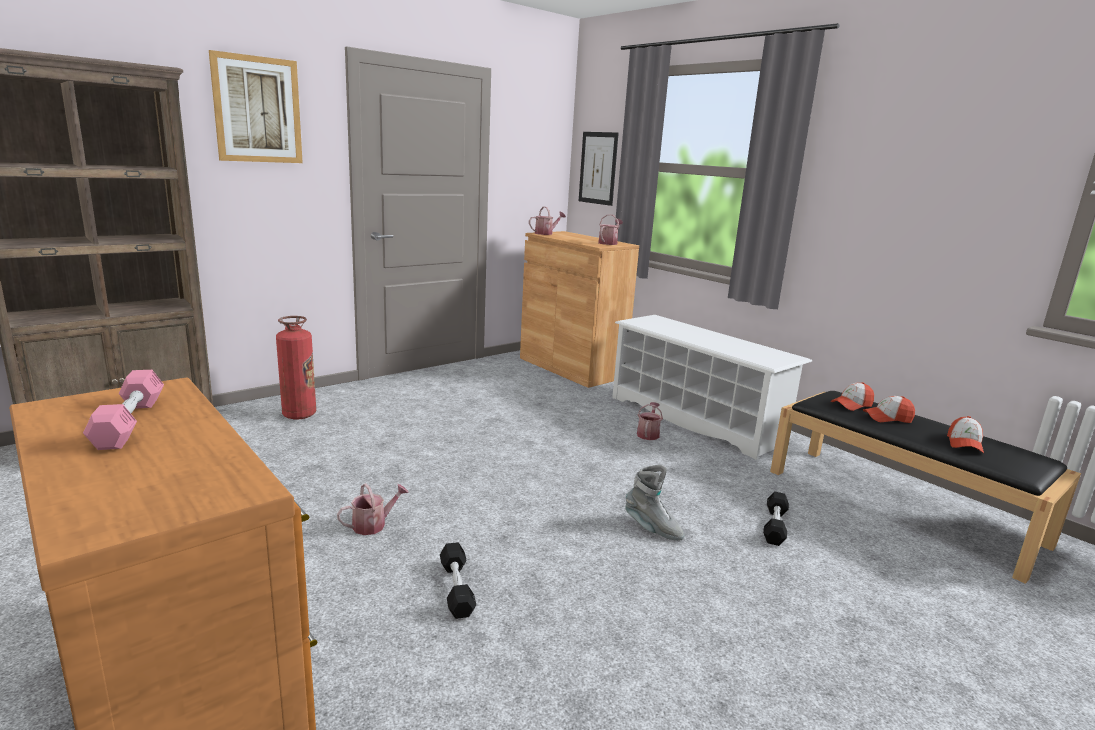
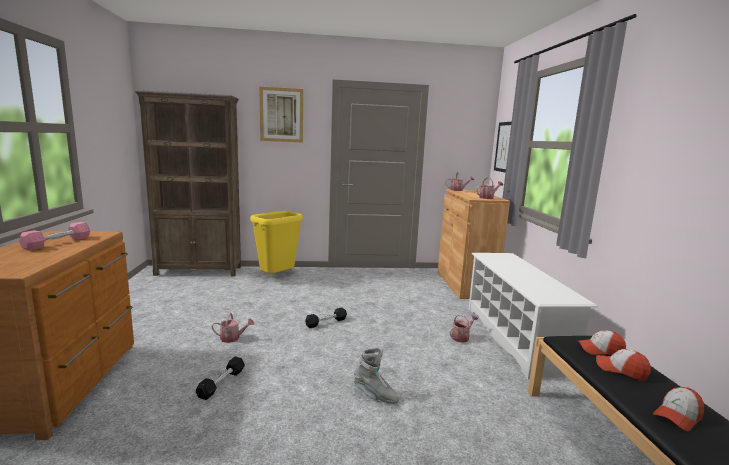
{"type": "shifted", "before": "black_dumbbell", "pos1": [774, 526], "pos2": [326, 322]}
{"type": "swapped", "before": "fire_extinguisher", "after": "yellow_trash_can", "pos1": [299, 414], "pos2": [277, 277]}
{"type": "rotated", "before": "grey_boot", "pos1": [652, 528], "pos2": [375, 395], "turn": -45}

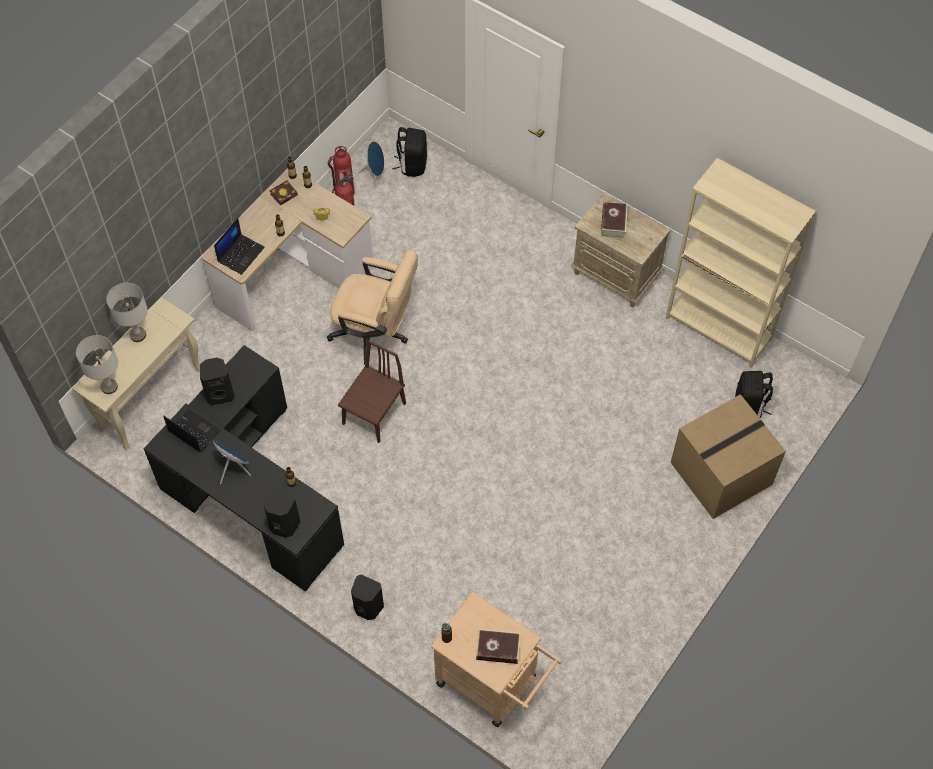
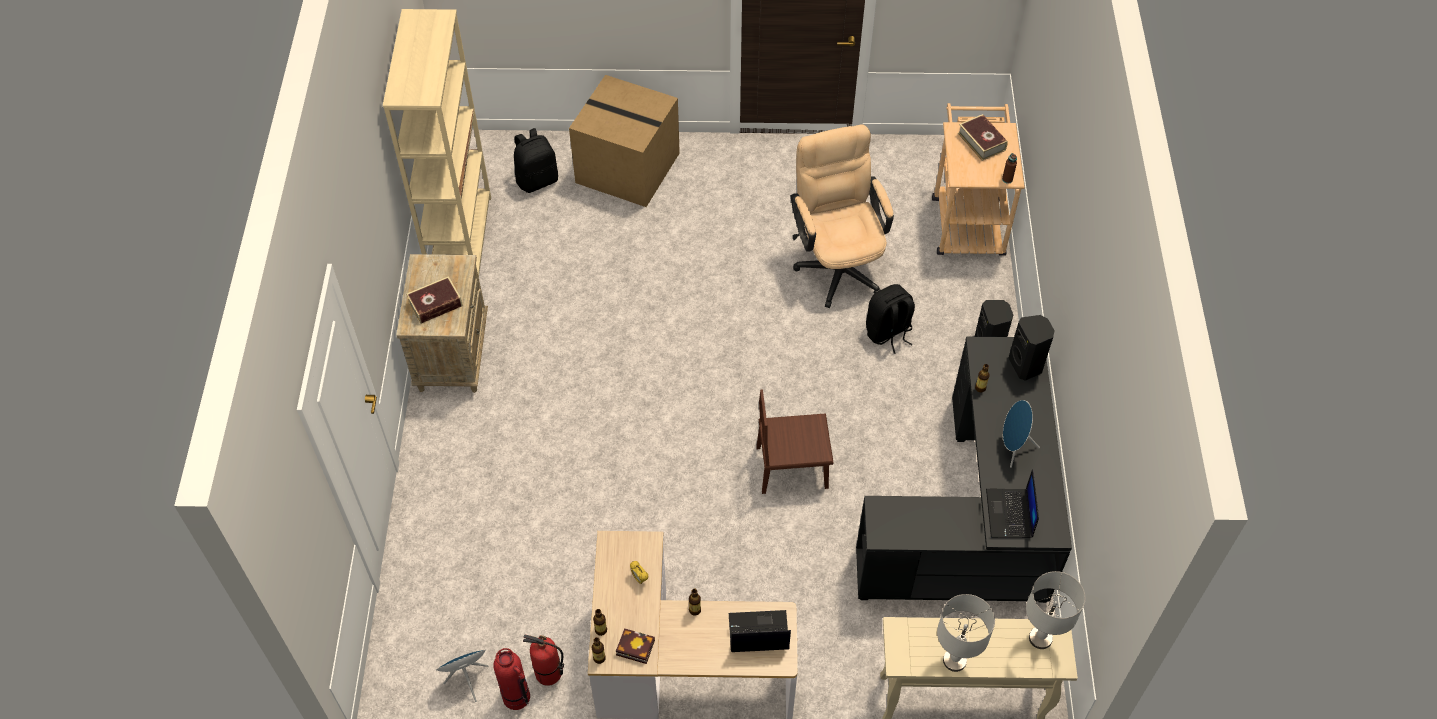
{"type": "gone", "before": "black_speaker", "pos1": [220, 394]}
{"type": "shifted", "before": "beige_office_chair", "pos1": [376, 333], "pos2": [837, 263]}
{"type": "shifted", "before": "black_backpack", "pos1": [412, 164], "pos2": [888, 333]}

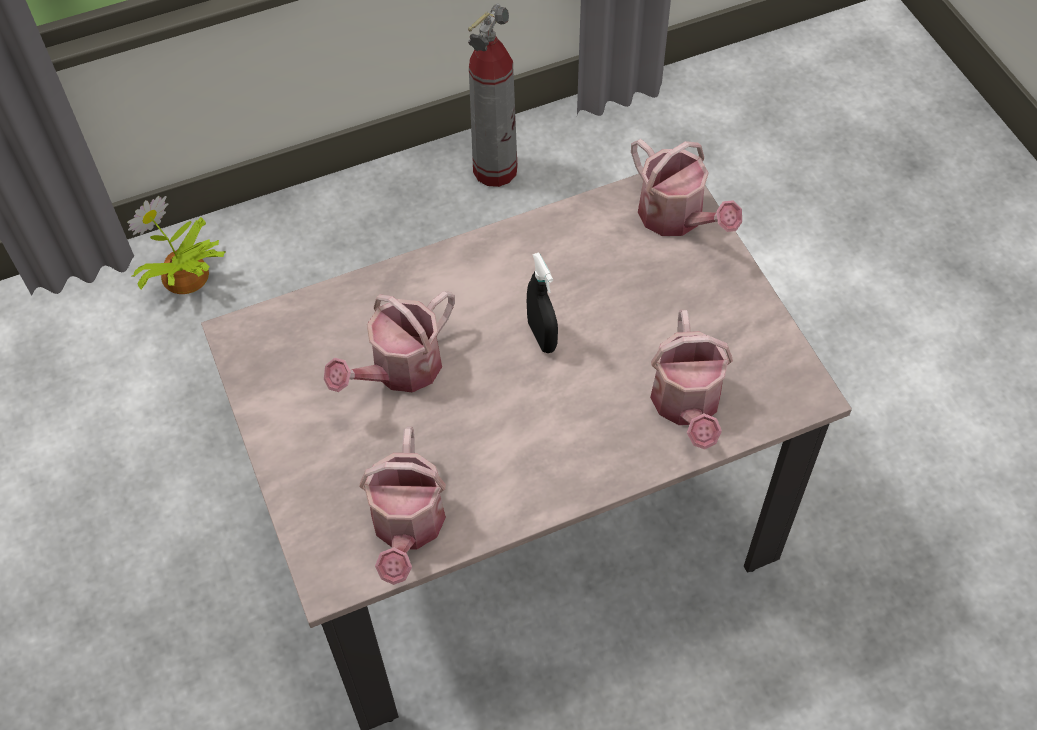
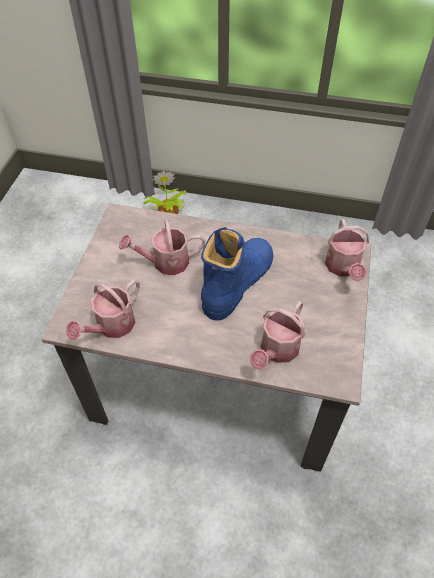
{"type": "gone", "before": "fire_extinguisher", "pos1": [495, 169]}
{"type": "swapped", "before": "black_spray_bottle", "after": "blue_boot", "pos1": [542, 336], "pos2": [237, 283]}

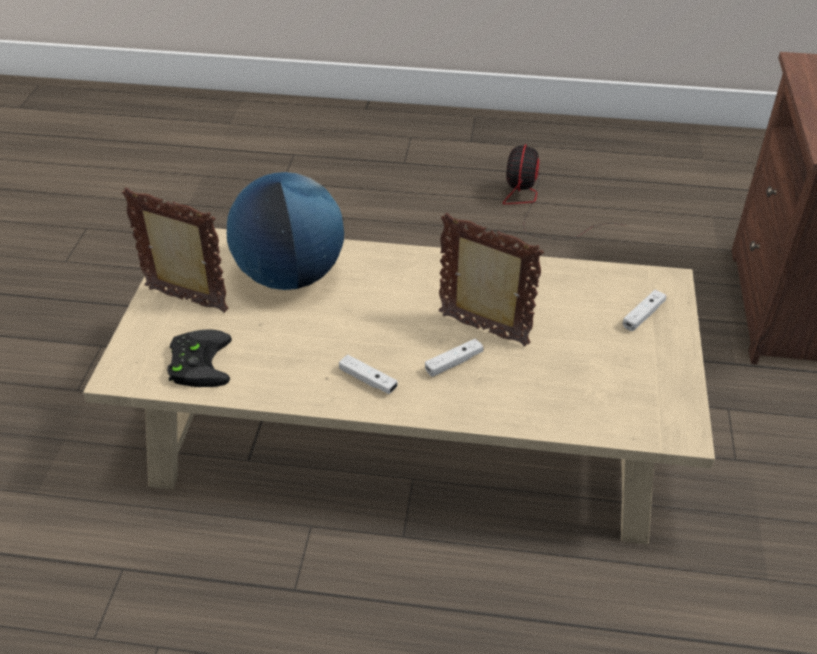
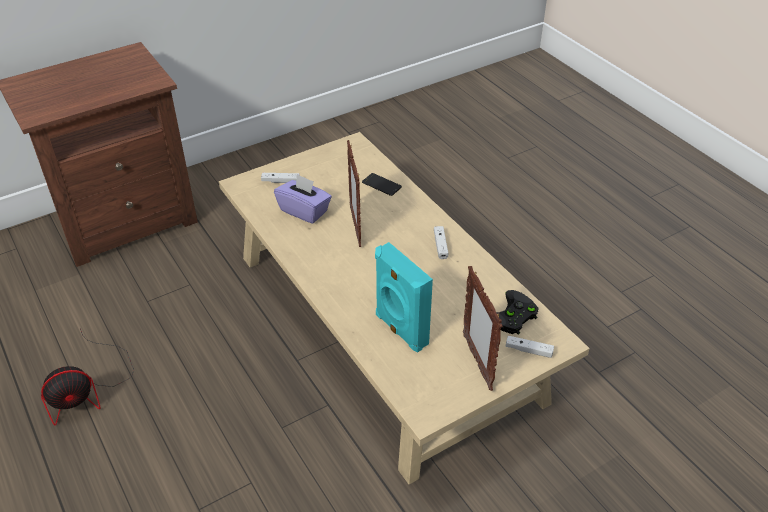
{"type": "new", "after": "purple_tissue_box", "pos2": [304, 211]}
{"type": "new", "after": "phone", "pos2": [381, 185]}
{"type": "shifted", "before": "white_game_controller", "pos1": [454, 363], "pos2": [528, 350]}
{"type": "swapped", "before": "globe", "after": "turquoise_speaker", "pos1": [290, 276], "pos2": [400, 330]}

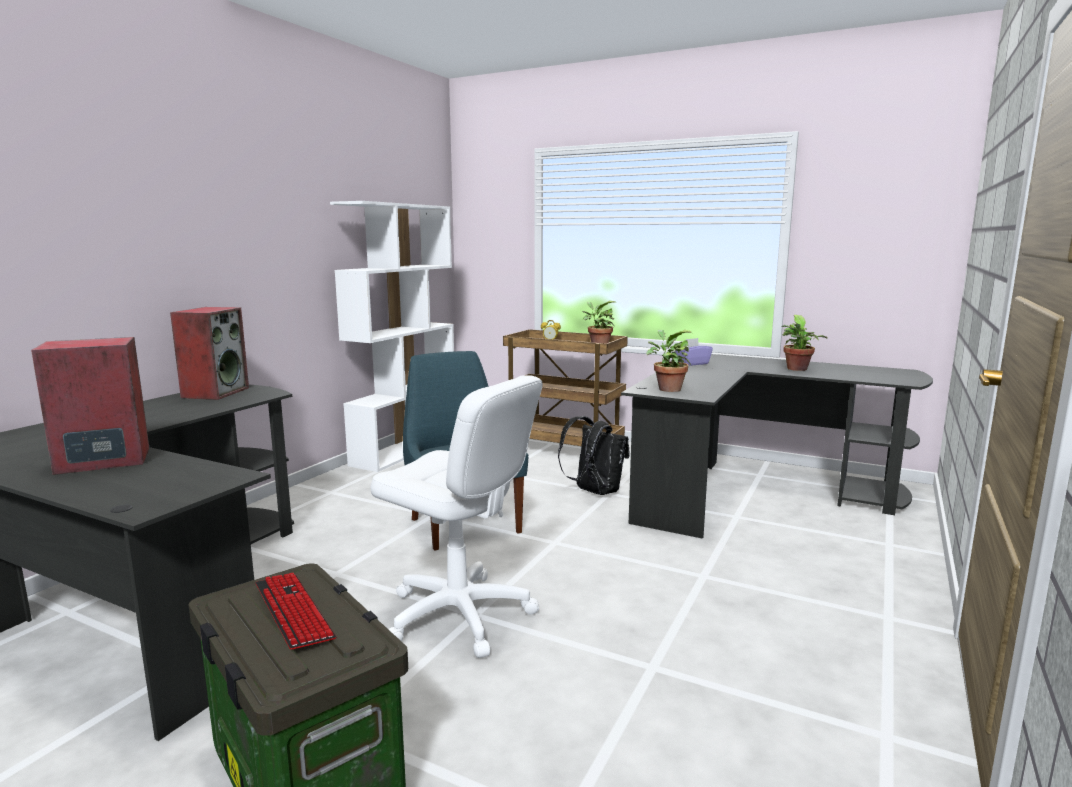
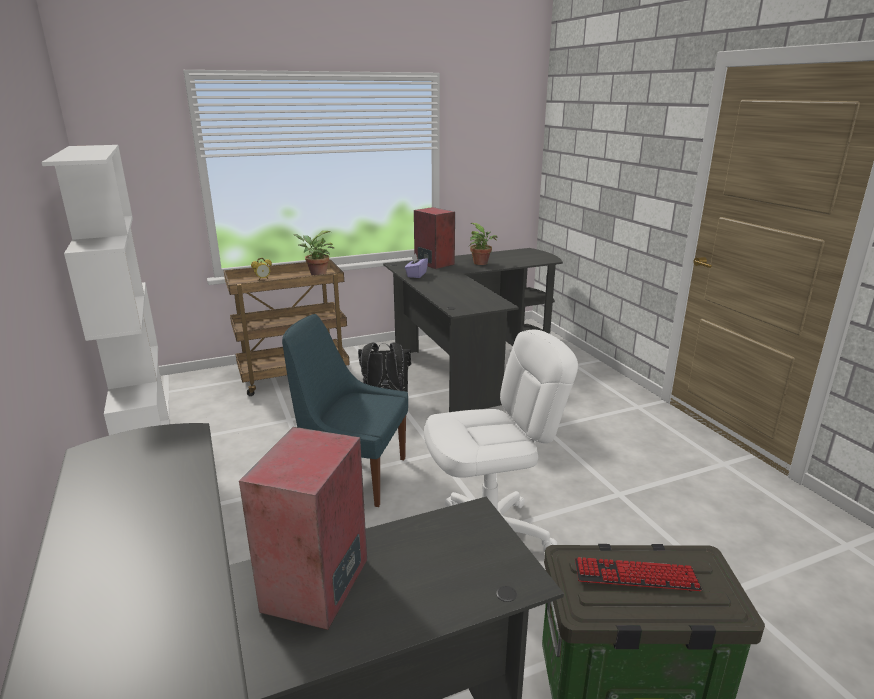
{"type": "gone", "before": "potted_plant", "pos1": [667, 389]}
{"type": "shifted", "before": "speaker", "pos1": [215, 392], "pos2": [433, 263]}

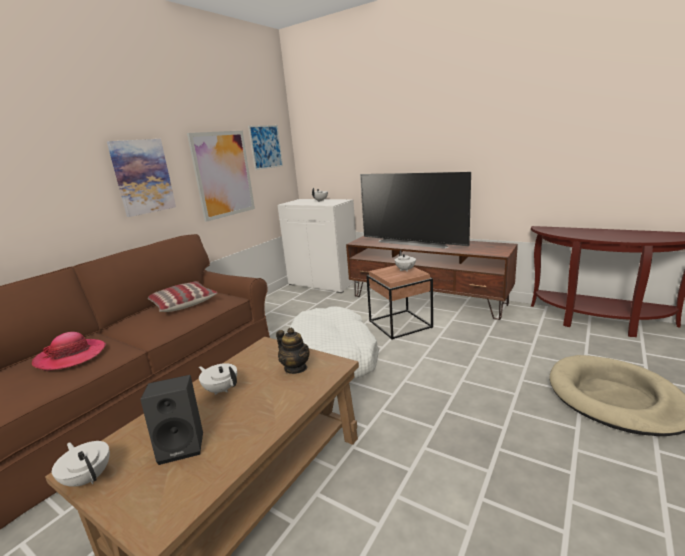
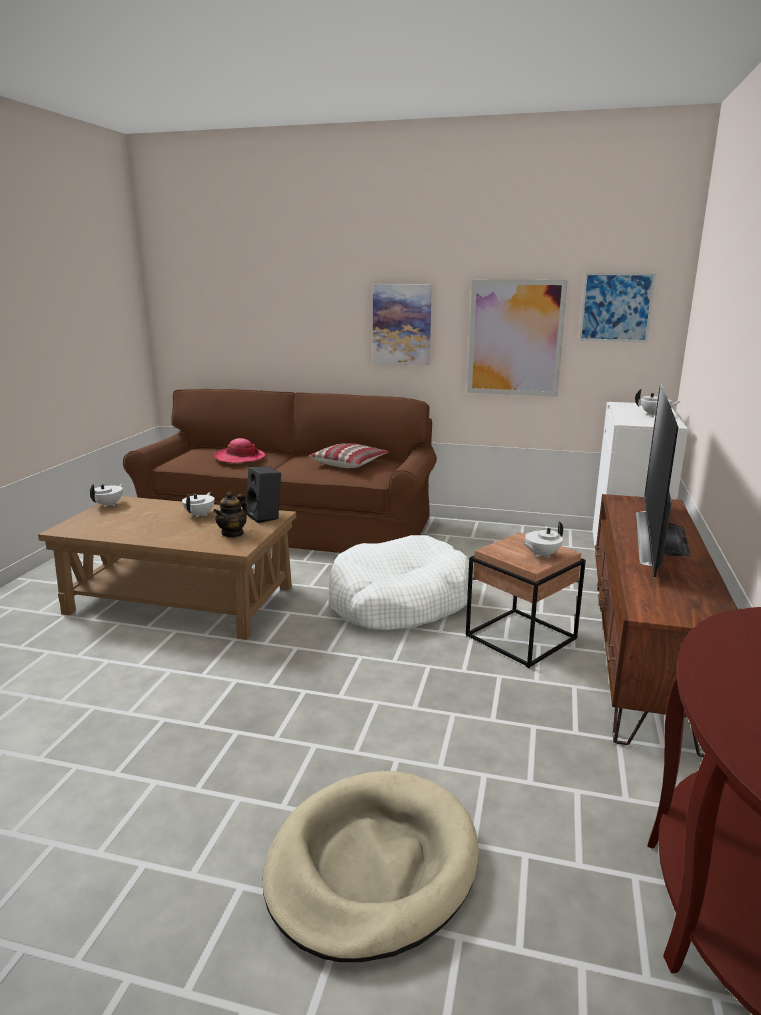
{"type": "shifted", "before": "black_speaker", "pos1": [183, 445], "pos2": [266, 517]}

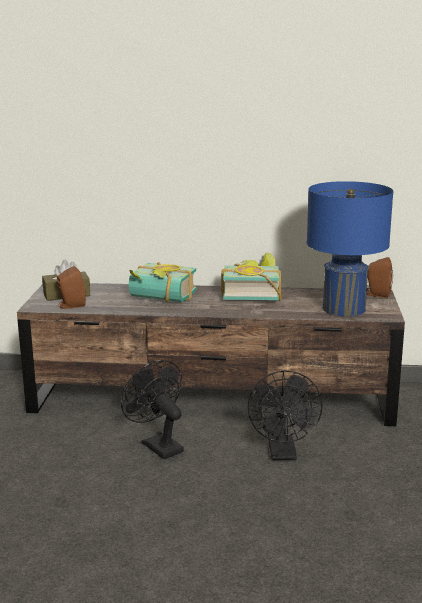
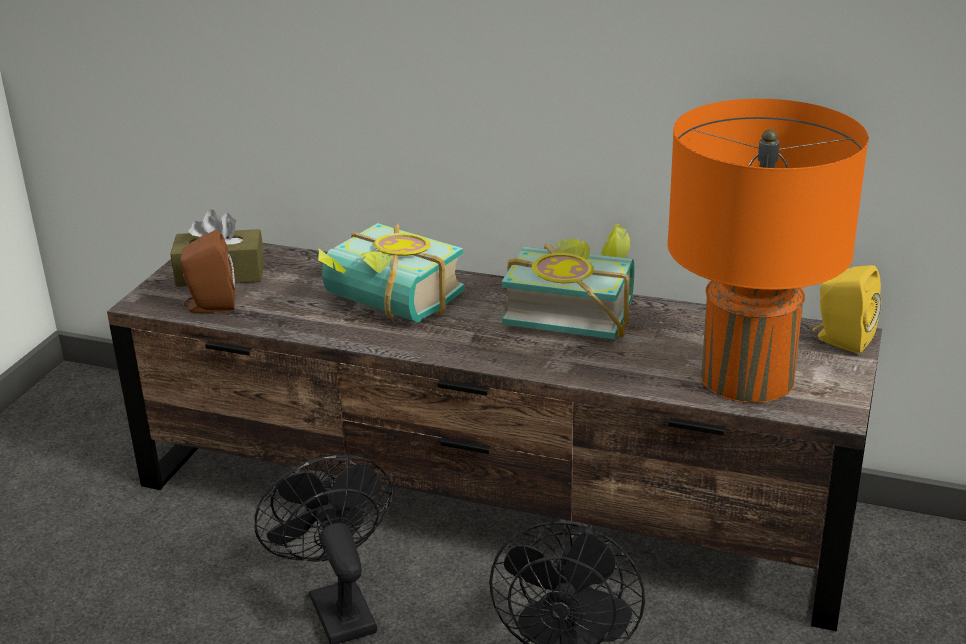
{"type": "repainted", "before": "blue_table_lamp", "after": "orange_table_lamp", "pos1": [344, 309], "pos2": [747, 377]}
{"type": "repainted", "before": "brown_speaker", "after": "yellow_speaker", "pos1": [377, 294], "pos2": [841, 340]}

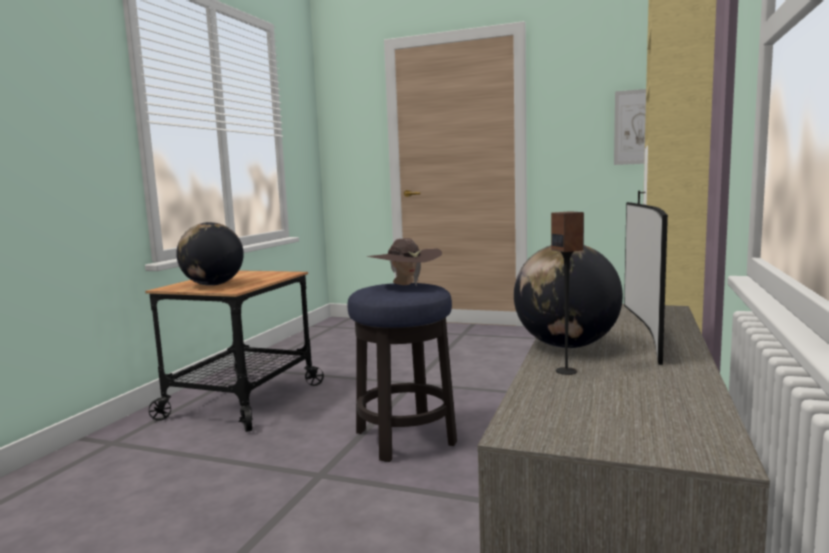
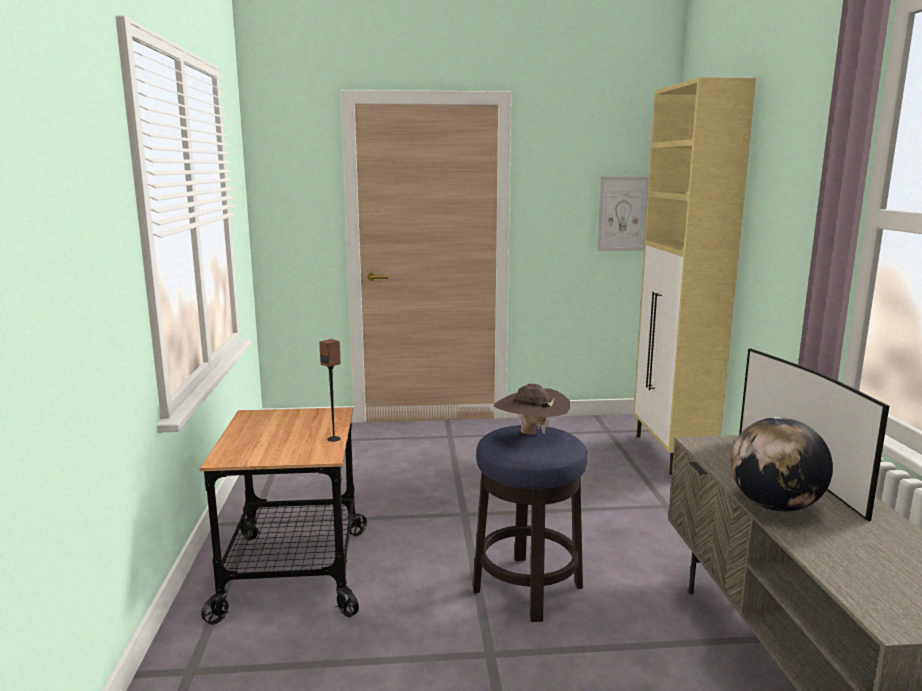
{"type": "gone", "before": "globe", "pos1": [213, 285]}
{"type": "shifted", "before": "speaker", "pos1": [566, 371], "pos2": [334, 439]}

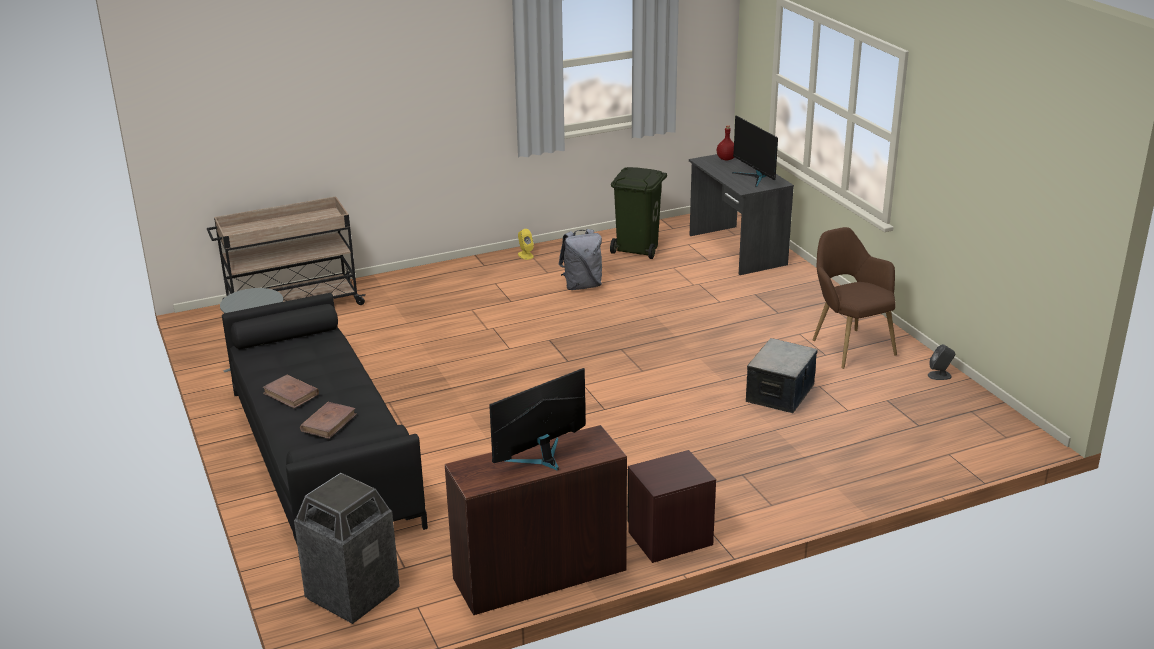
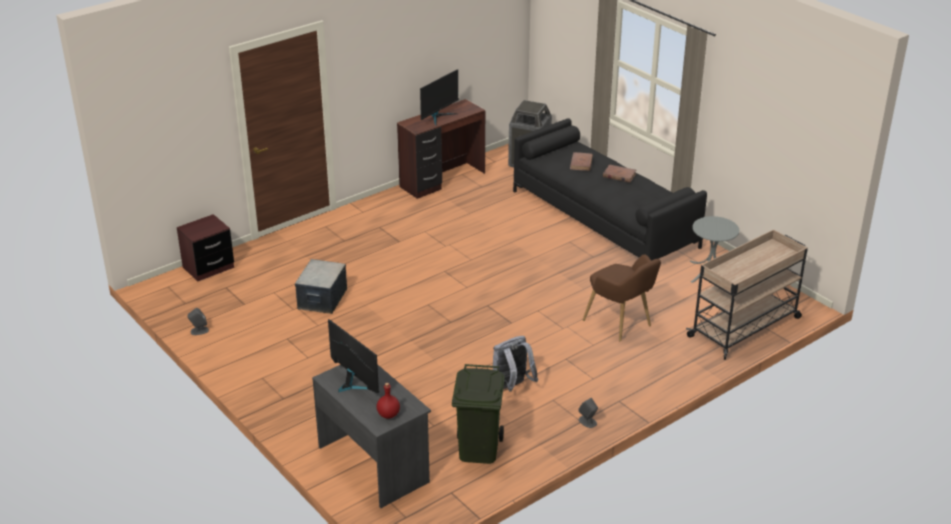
{"type": "shifted", "before": "brown_nightstand", "pos1": [670, 538], "pos2": [208, 267]}
{"type": "shifted", "before": "brown_armchair", "pos1": [848, 345], "pos2": [621, 325]}
{"type": "repainted", "before": "yellow_speaker", "after": "grey_speaker", "pos1": [525, 255], "pos2": [587, 422]}

